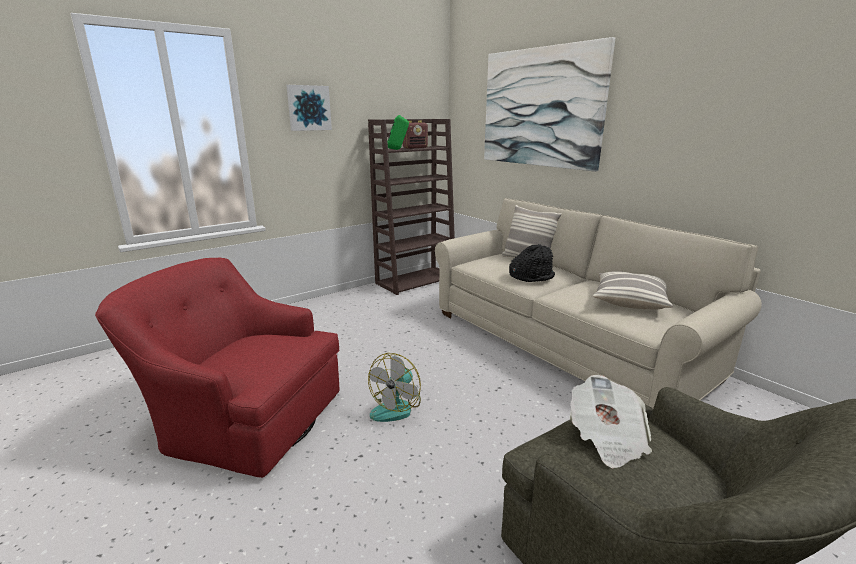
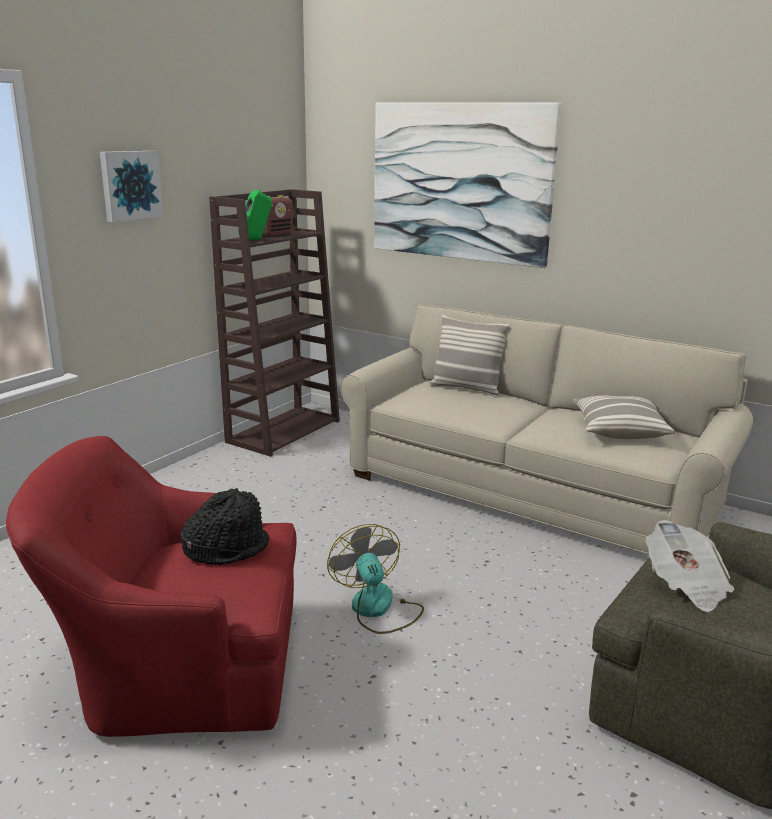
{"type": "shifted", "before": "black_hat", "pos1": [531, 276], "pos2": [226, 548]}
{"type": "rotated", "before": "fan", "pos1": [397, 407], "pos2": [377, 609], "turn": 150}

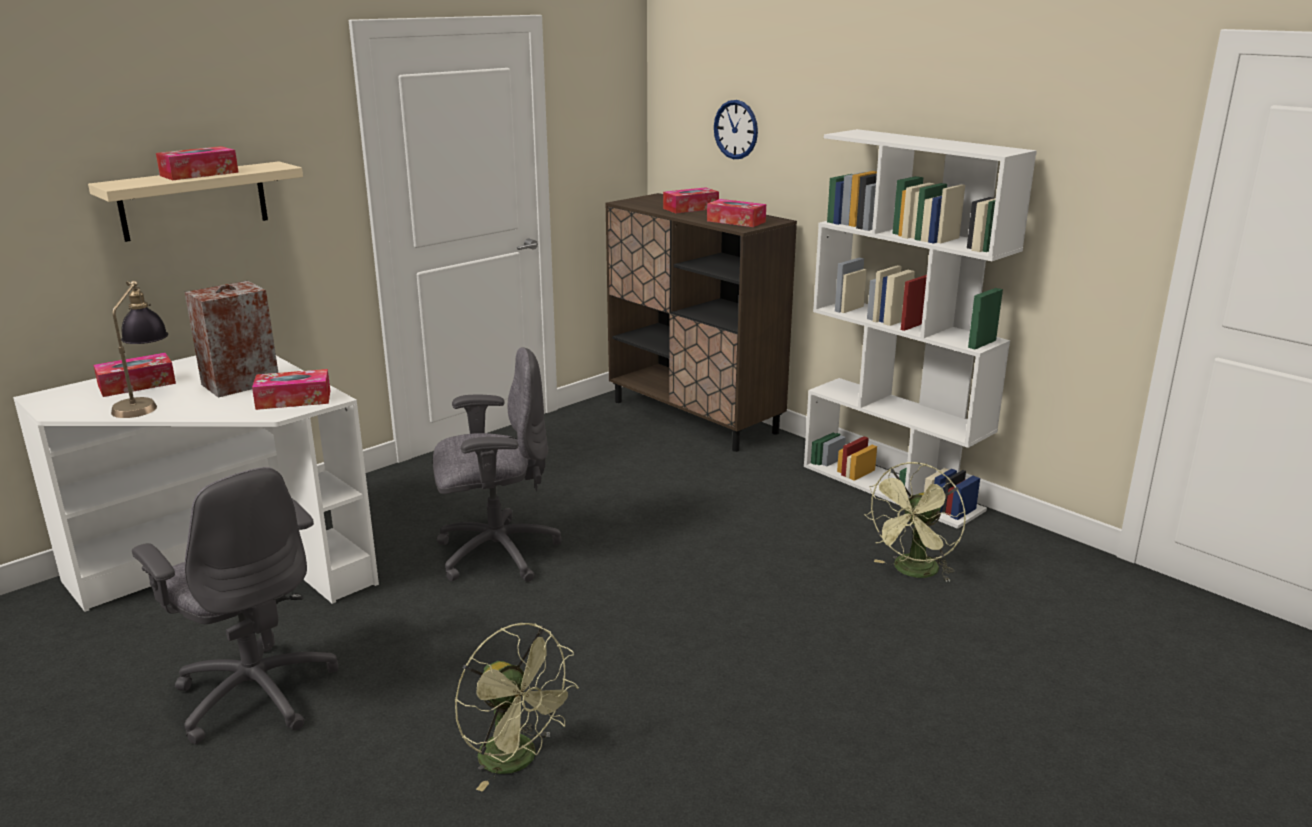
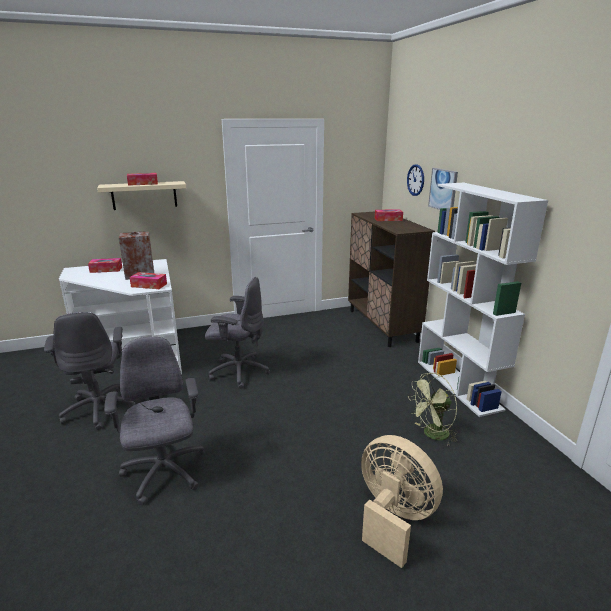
{"type": "gone", "before": "table_lamp", "pos1": [146, 403]}
{"type": "gone", "before": "tissue_box", "pos1": [736, 221]}
{"type": "new", "after": "beige_fan", "pos2": [393, 518]}
{"type": "new", "after": "picture", "pos2": [443, 190]}
{"type": "swapped", "before": "green_fan", "after": "grey_office_chair", "pos1": [518, 760], "pos2": [164, 473]}

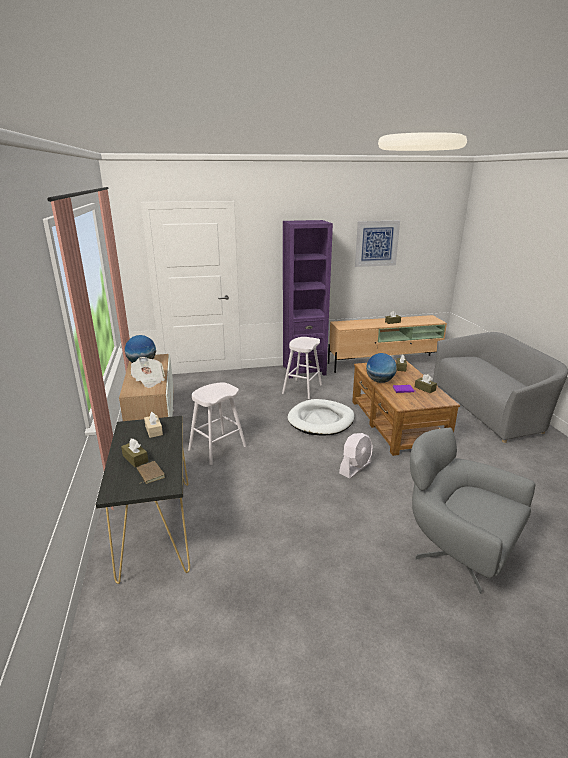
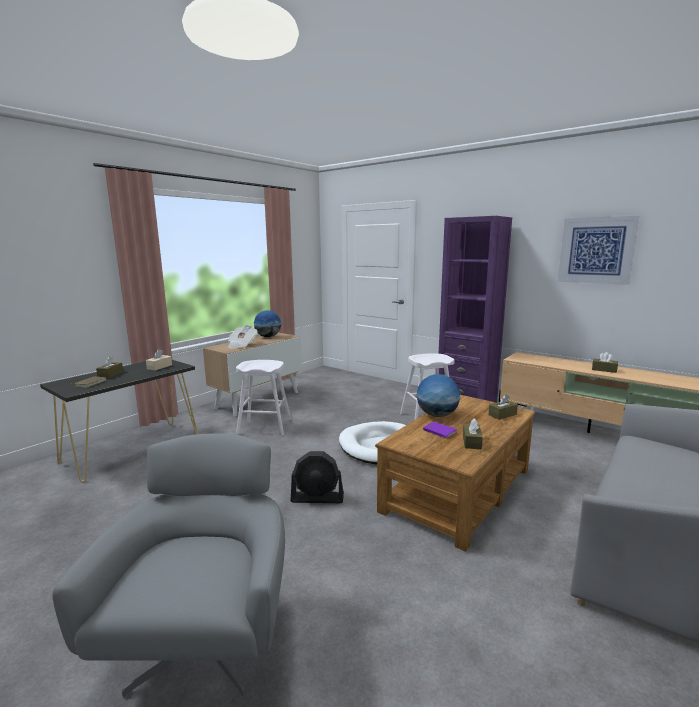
{"type": "repainted", "before": "white_fan", "after": "black_fan", "pos1": [355, 468], "pos2": [317, 498]}

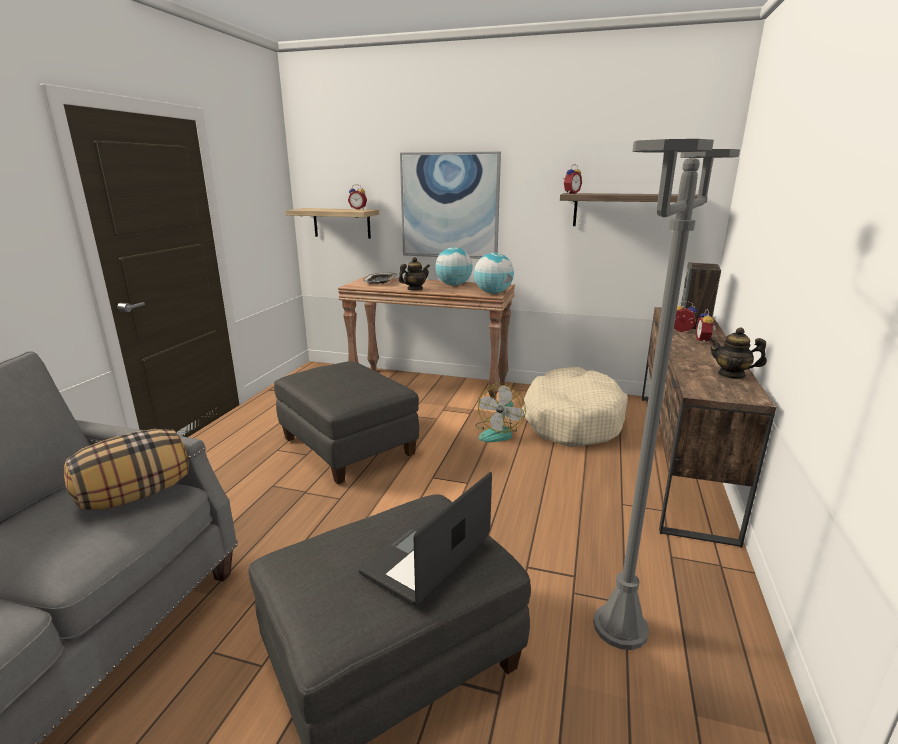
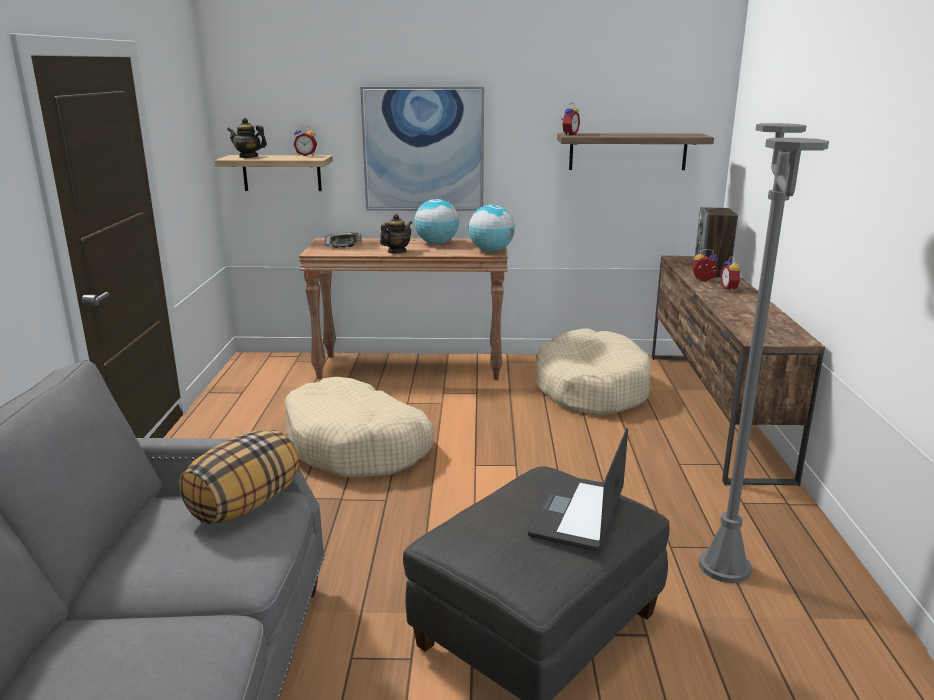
{"type": "gone", "before": "fan", "pos1": [498, 432]}
{"type": "shifted", "before": "teapot", "pos1": [731, 375], "pos2": [248, 157]}
{"type": "swapped", "before": "grey_ottoman", "after": "beige_dog_bed", "pos1": [347, 447], "pos2": [357, 446]}

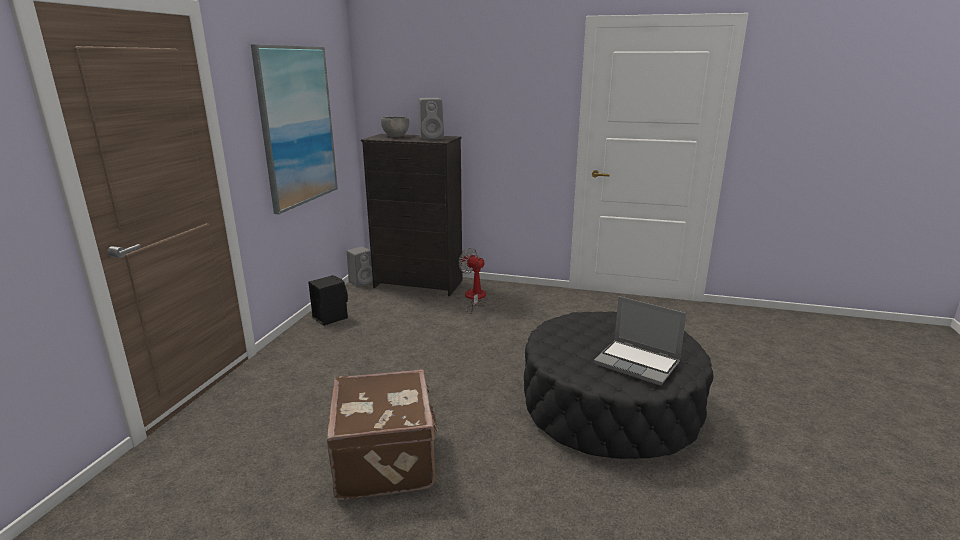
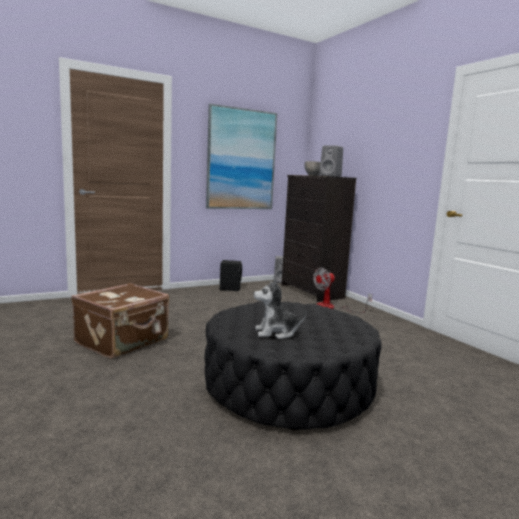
{"type": "swapped", "before": "laptop", "after": "plush_toy", "pos1": [638, 363], "pos2": [276, 332]}
{"type": "rotated", "before": "fan", "pos1": [475, 298], "pos2": [332, 307], "turn": -120}

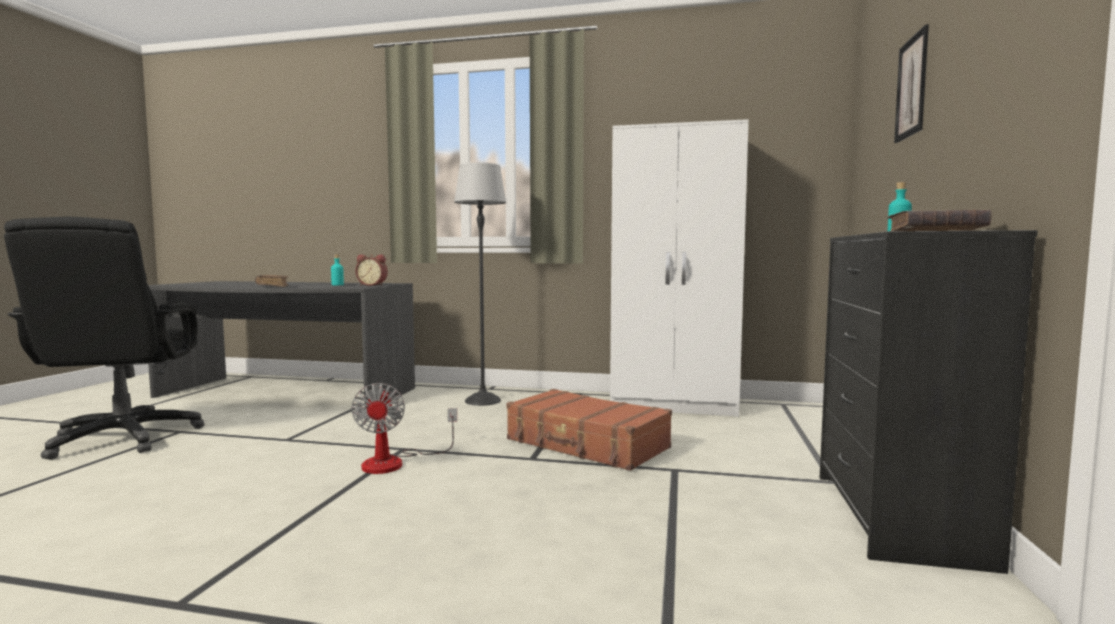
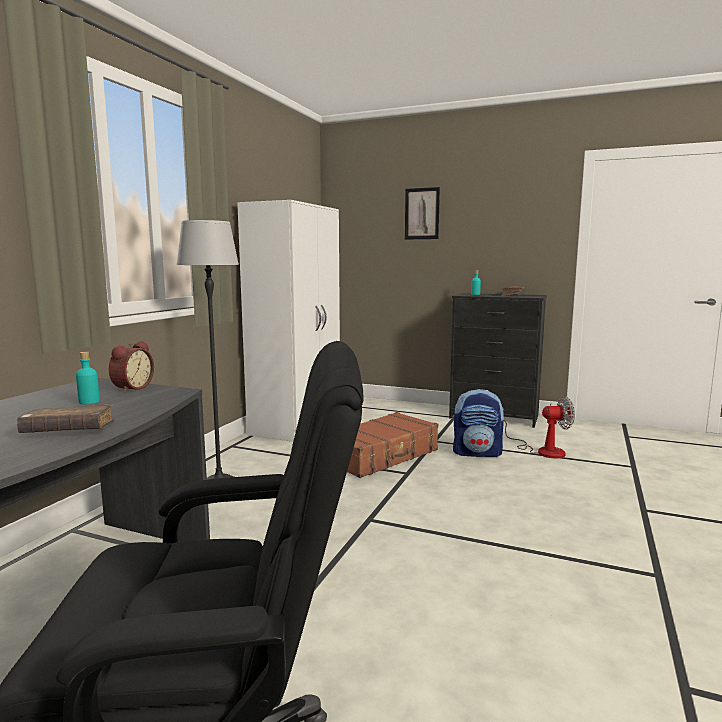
{"type": "new", "after": "backpack", "pos2": [477, 453]}
{"type": "shifted", "before": "fan", "pos1": [395, 462], "pos2": [542, 450]}

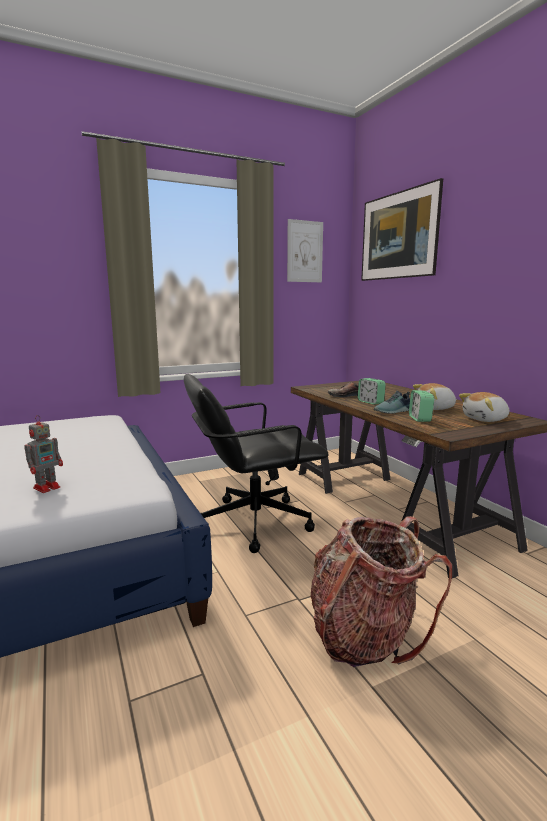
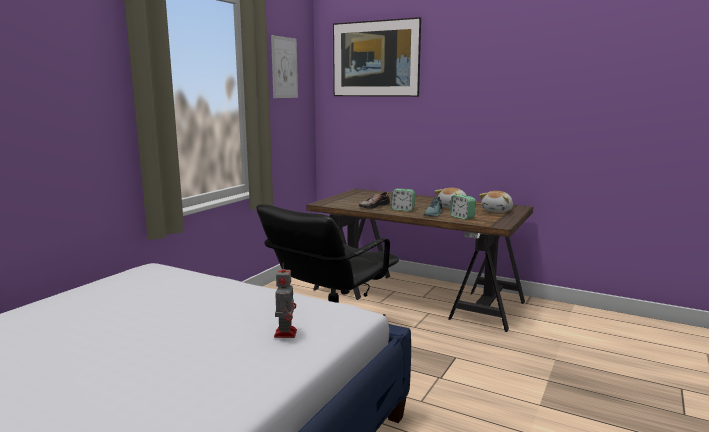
{"type": "gone", "before": "backpack", "pos1": [364, 634]}

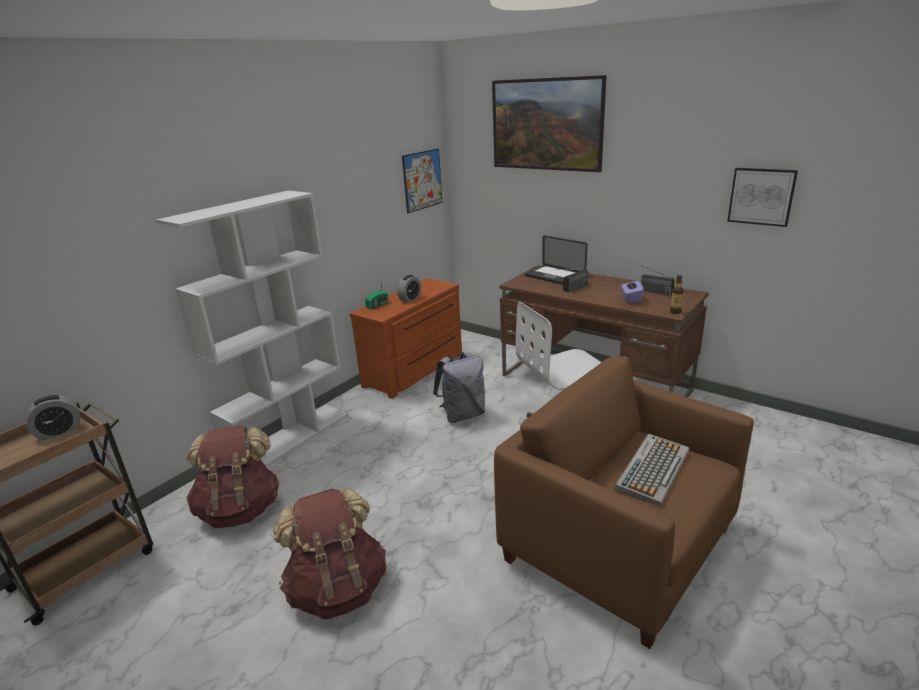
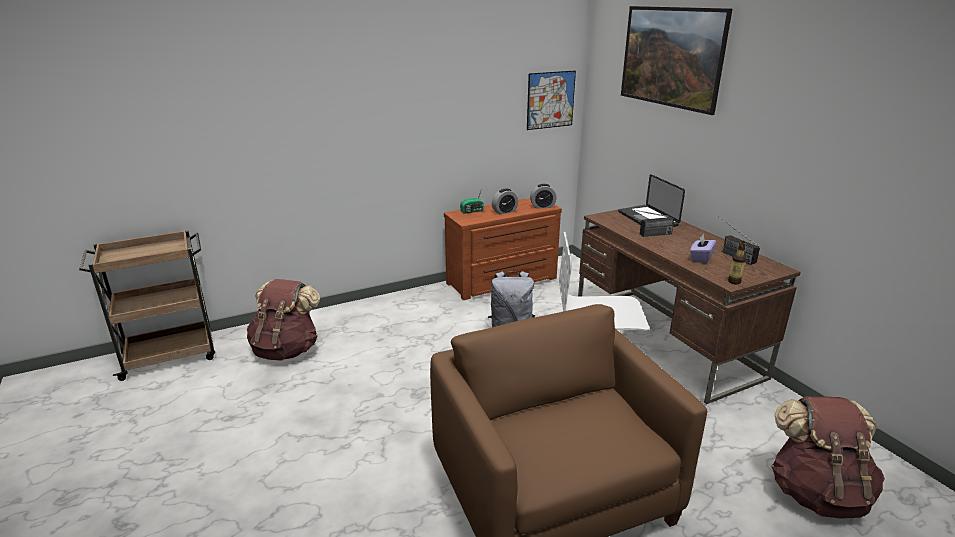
{"type": "gone", "before": "white_bookcase", "pos1": [290, 438]}
{"type": "gone", "before": "keyboard", "pos1": [652, 469]}
{"type": "gone", "before": "picture", "pos1": [761, 196]}
{"type": "shifted", "before": "alarm_clock", "pos1": [59, 432], "pos2": [542, 206]}
{"type": "shifted", "before": "brown_backpack", "pos1": [338, 589], "pos2": [816, 493]}

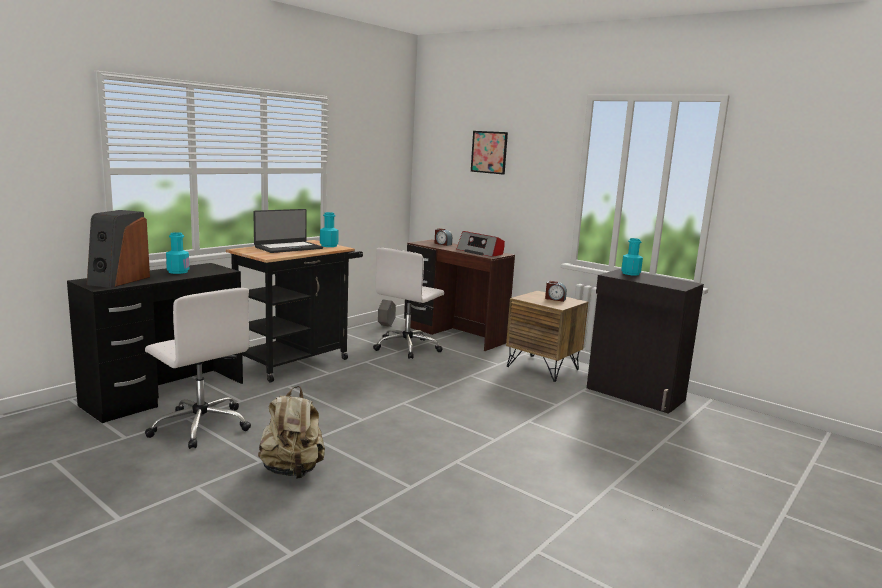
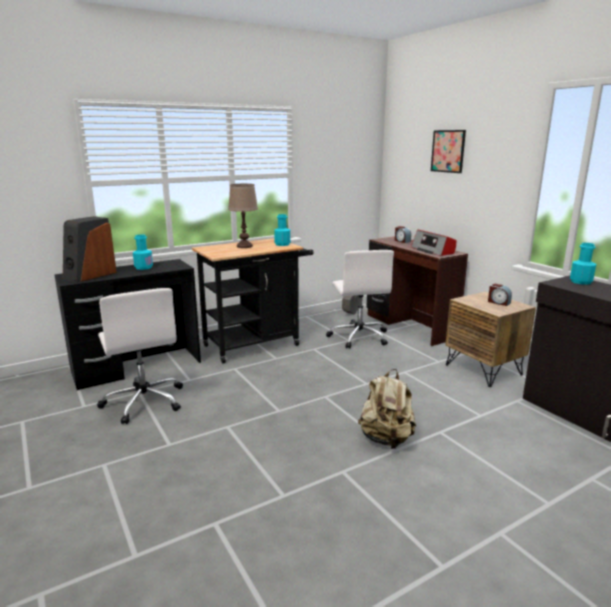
{"type": "shifted", "before": "beige_backpack", "pos1": [292, 471], "pos2": [386, 439]}
{"type": "swapped", "before": "laptop", "after": "brown_table_lamp", "pos1": [288, 248], "pos2": [244, 246]}
{"type": "rotated", "before": "white_office_chair", "pos1": [407, 347], "pos2": [359, 337], "turn": -60}

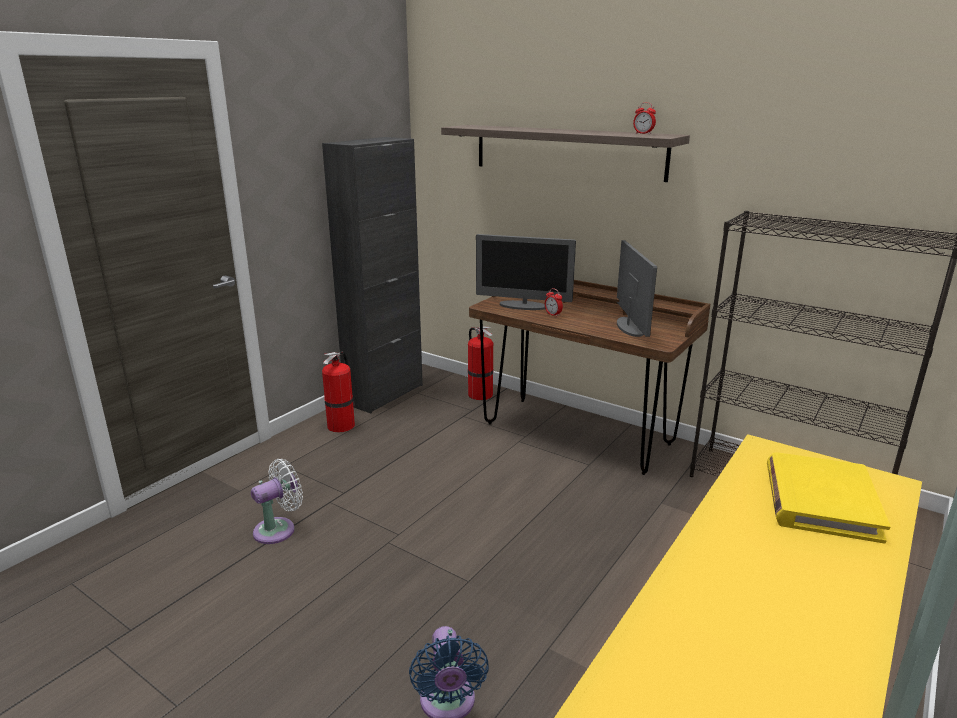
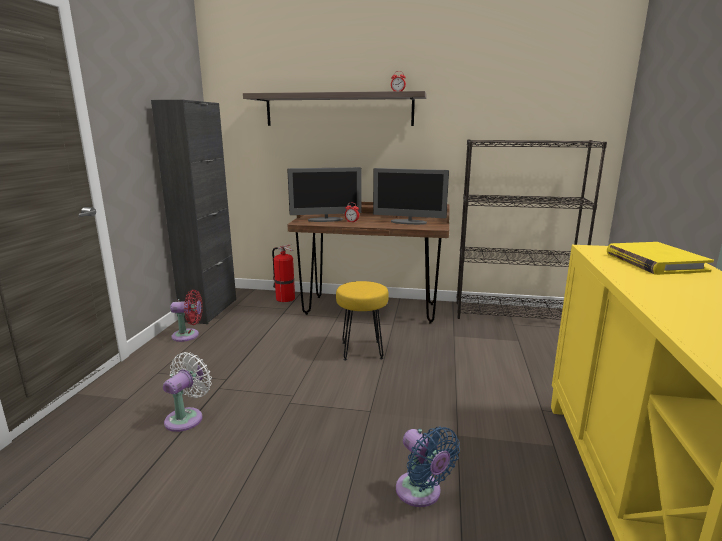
{"type": "new", "after": "yellow_stool", "pos2": [361, 350]}
{"type": "swapped", "before": "fire_extinguisher", "after": "red_fan", "pos1": [342, 425], "pos2": [188, 335]}
{"type": "rotated", "before": "monitor", "pos1": [630, 327], "pos2": [409, 222], "turn": 135}

